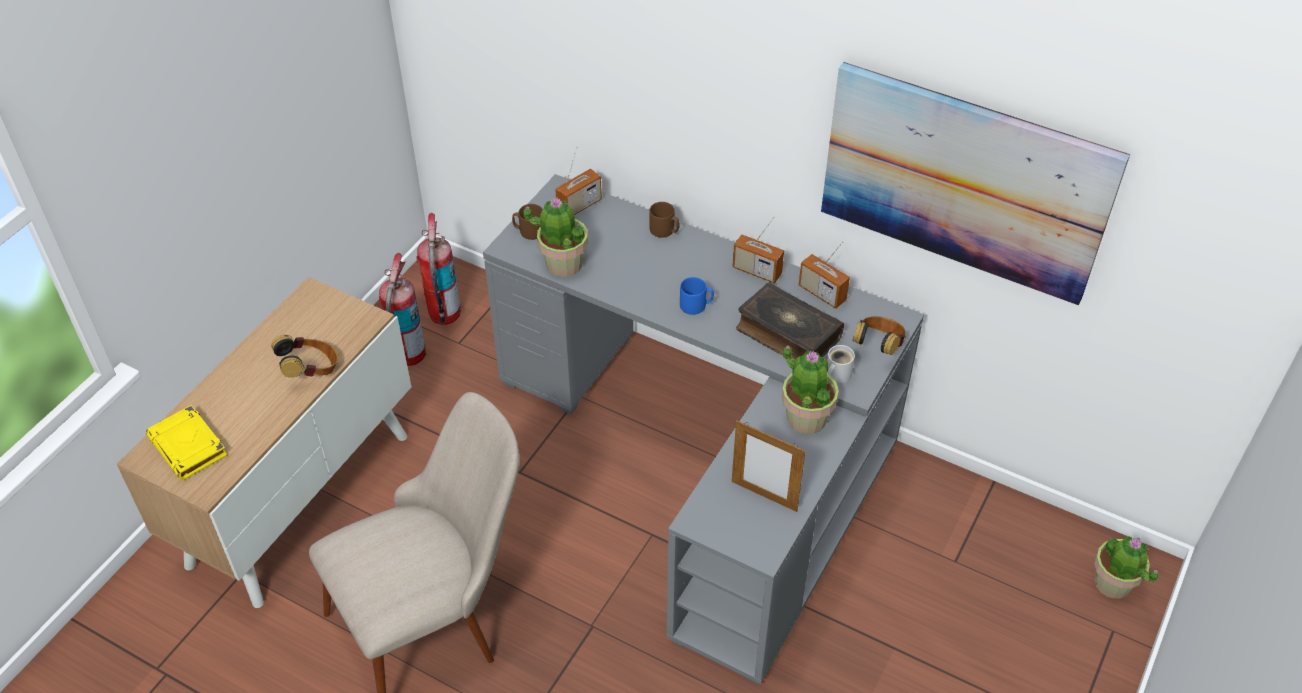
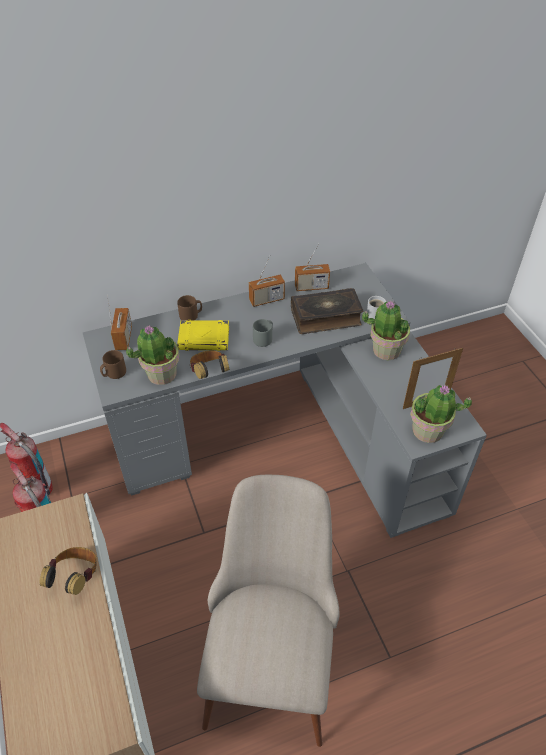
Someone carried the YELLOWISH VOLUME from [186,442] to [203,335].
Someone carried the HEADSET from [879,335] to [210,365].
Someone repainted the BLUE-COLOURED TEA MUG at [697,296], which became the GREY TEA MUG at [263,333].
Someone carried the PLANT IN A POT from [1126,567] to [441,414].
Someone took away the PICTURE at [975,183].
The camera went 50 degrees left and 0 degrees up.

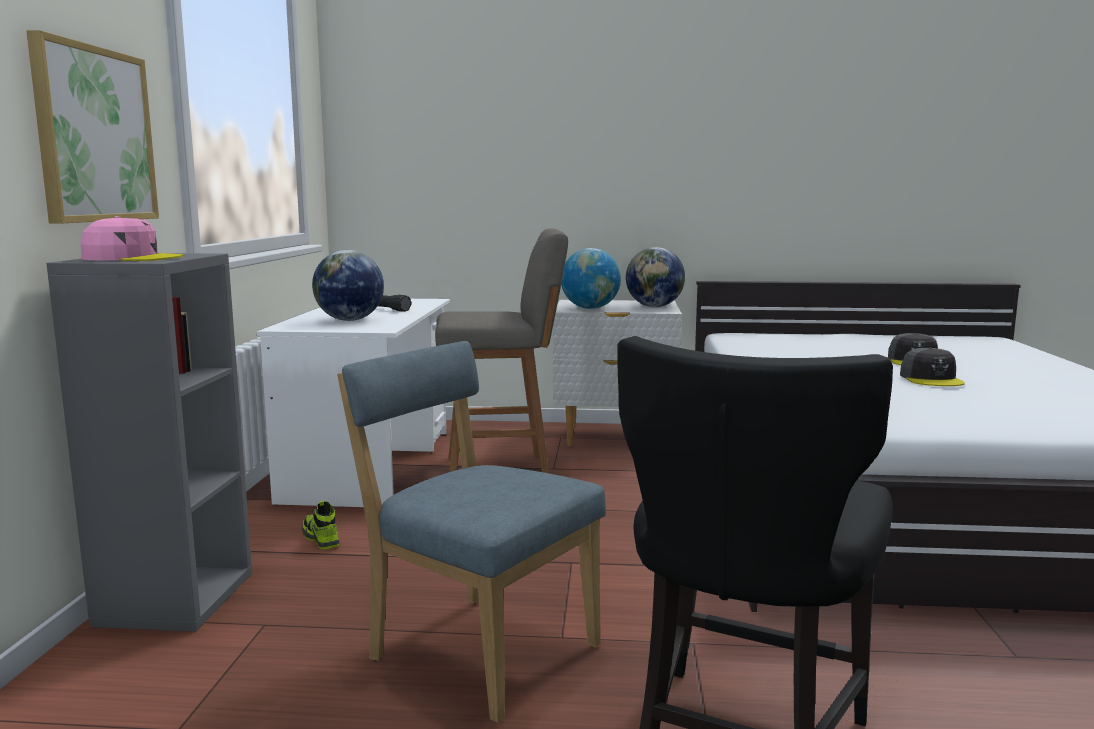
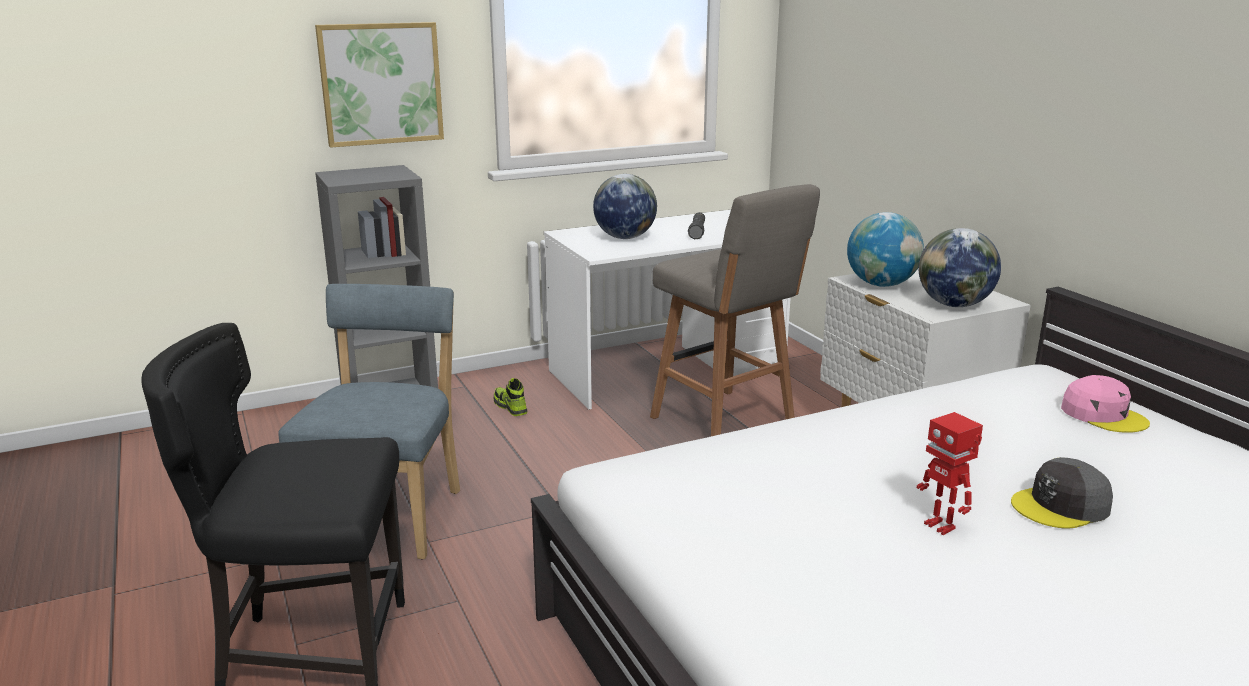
Someone rotated the LOW SHOE at [320,525] by 60 degrees counterclockwise.
Someone swapped the GREY PEAKED CAP at [932,366] for the ROBOT FIGURE at [950,473].
Someone carried the PINKISH PEAKED CAP from [132,238] to [1105,404].
The camera went 60 degrees right and 10 degrees up.

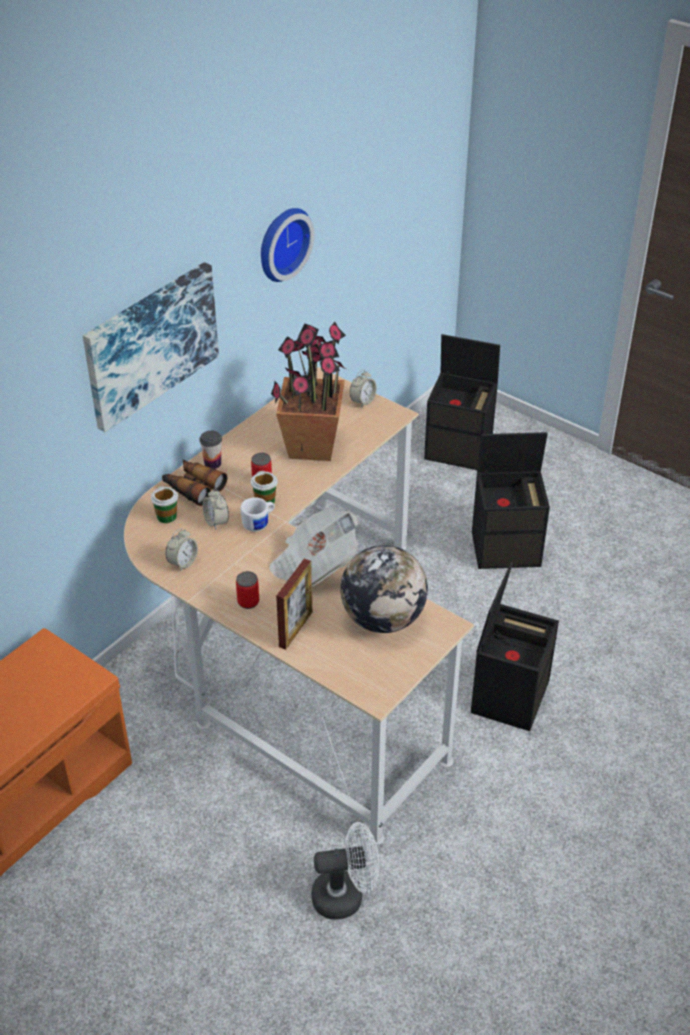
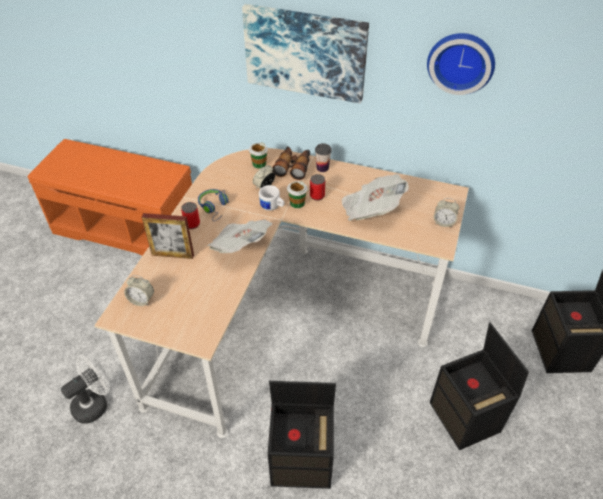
Someone rotated the WHITE-COLOURED ELECTRIC FAN at [345,870] by 105 degrees counterclockwise.
Someone carried the TABLE CLOCK from [182,549] to [139,290].
Someone put down the BLUE-COLOURED HEADSET at [213,205].
Someone swapped the PLANT IN A POT at [308,391] for the DAILY PAPER at [375,197].
Someone took away the WORLD GLOBE at [384,589].
The camera went 70 degrees right and 5 degrees up.

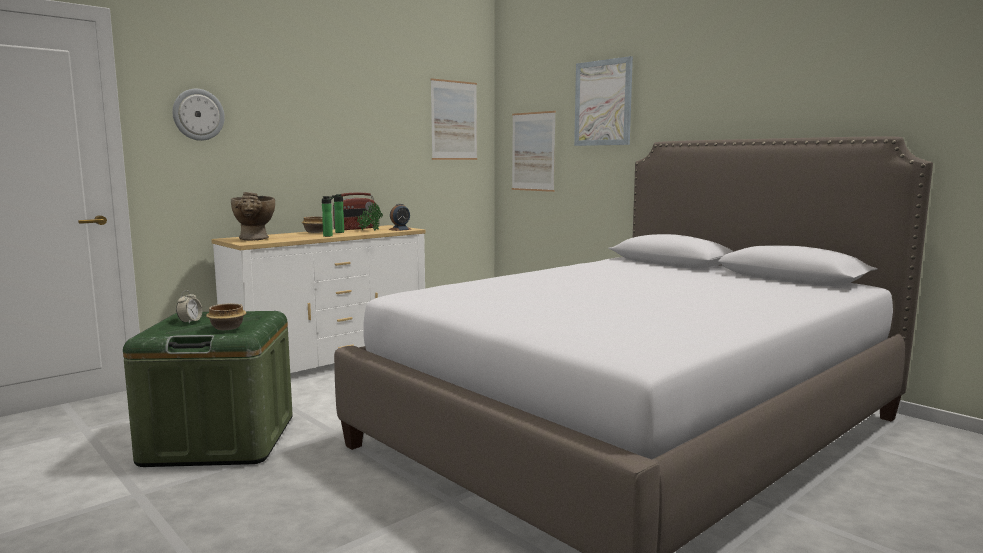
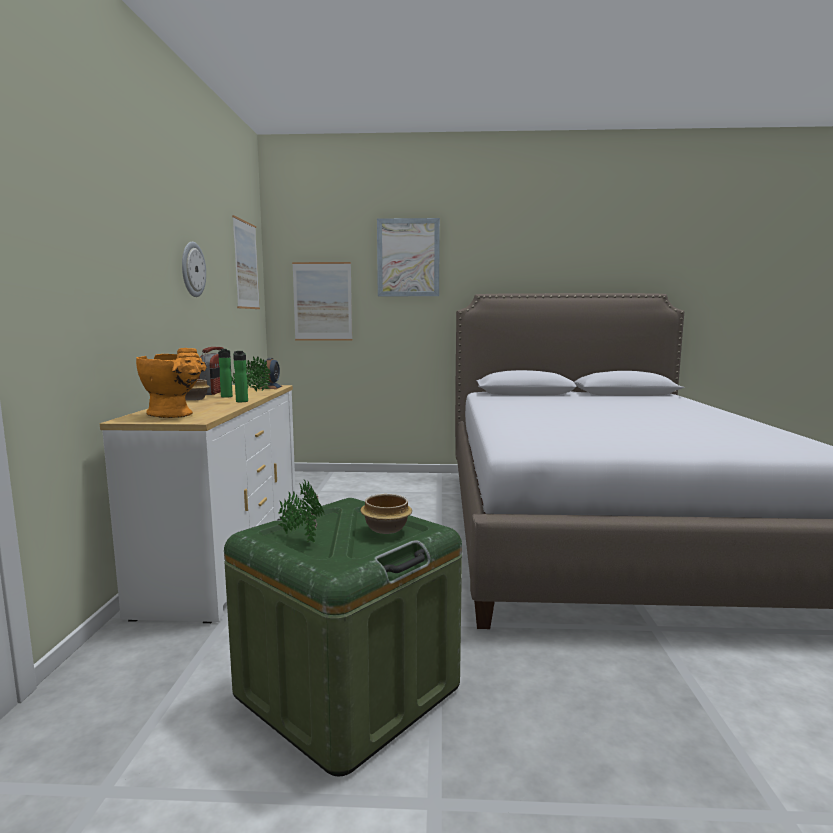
Someone repainted the SAND-COLOURED FLOWER VASE at [253,216], which became the ORANGE-COLOURED FLOWER VASE at [171,383].
Someone carried the CLOCK ON THE WALL from [198,115] to [194,269].
Someone swapped the TABLE CLOCK at [189,307] for the PLANT IN A POT at [301,511].
The camera went 45 degrees left and 0 degrees up.

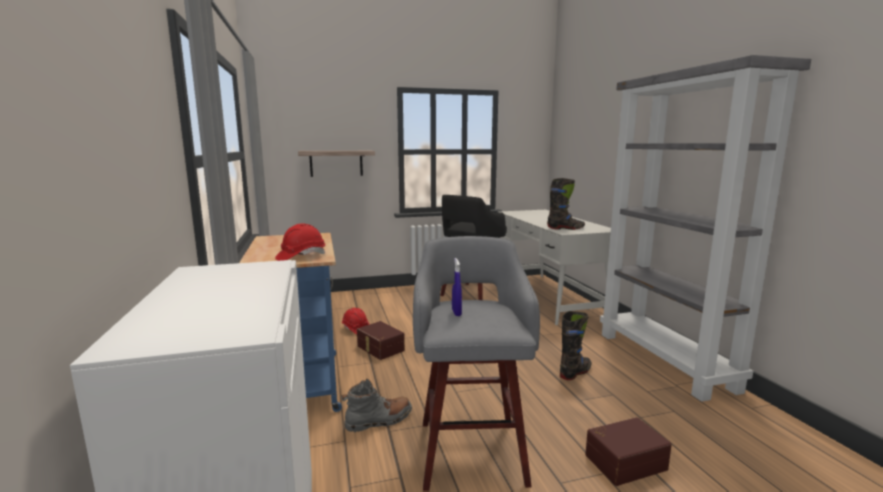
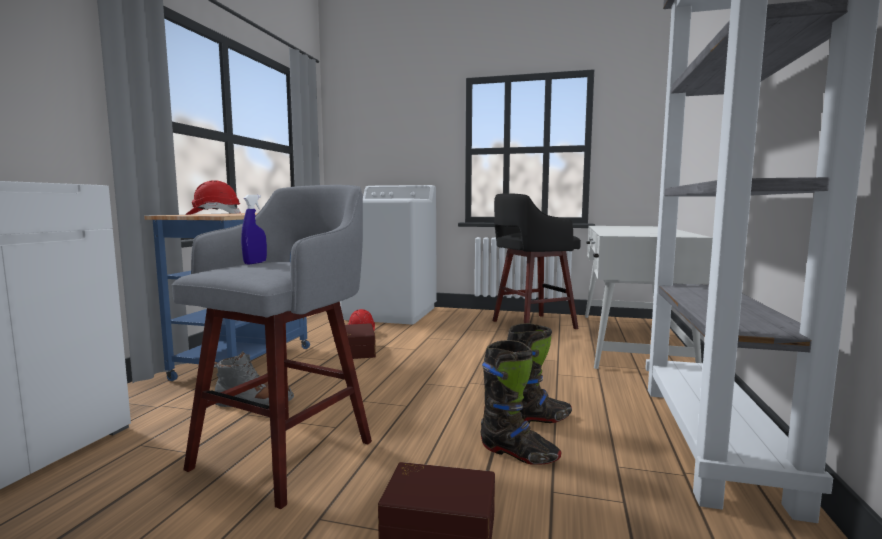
Someone put down the WHITE-COLOURED LAUNDRY MACHINE at [388,254].
Someone carried the BLACK-COLOURED HIGH-TOP BOOT from [566,204] to [520,402].
Someone took away the SHELF at [336,164].
The camera went 30 degrees right and 5 degrees down.

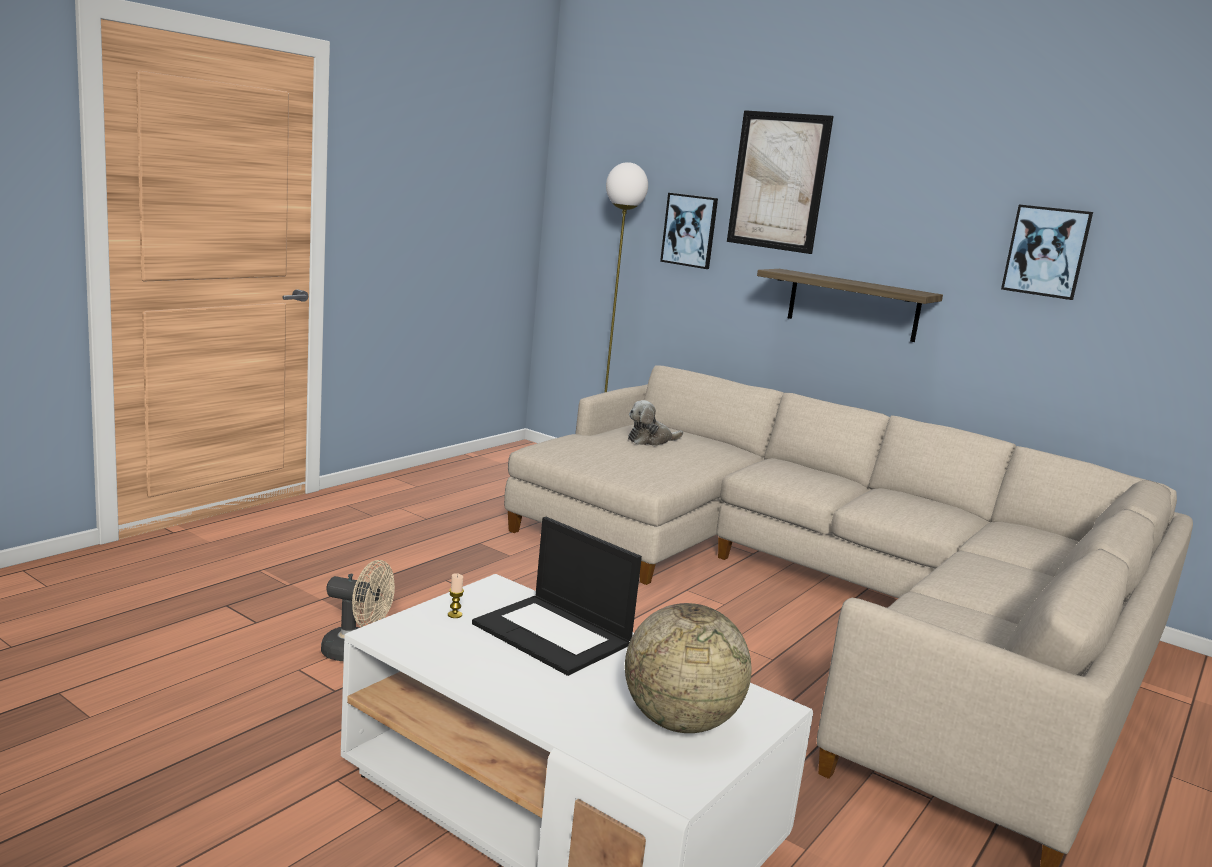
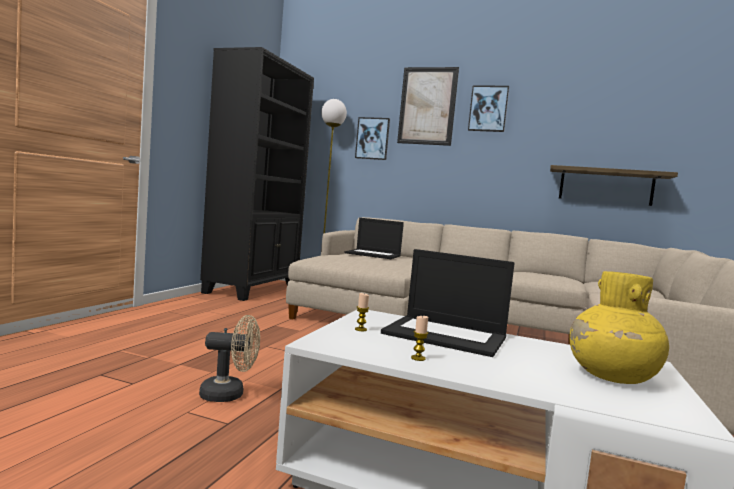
Someone put down the BLACK-COLOURED BOOKSHELF at [257,174].
Someone swapped the CUDDLY TOY at [655,423] for the PORTABLE COMPUTER at [374,238].
Someone put down the WAX CANDLE at [419,338].
Someone carried the PICTURE from [1047,252] to [488,108].
Someone carried the SHELF from [850,305] to [614,185].
Someone swapped the WORLD GLOBE at [688,668] for the YELLOWISH FLOWER VASE at [619,327].
The camera went 15 degrees left and 10 degrees down.

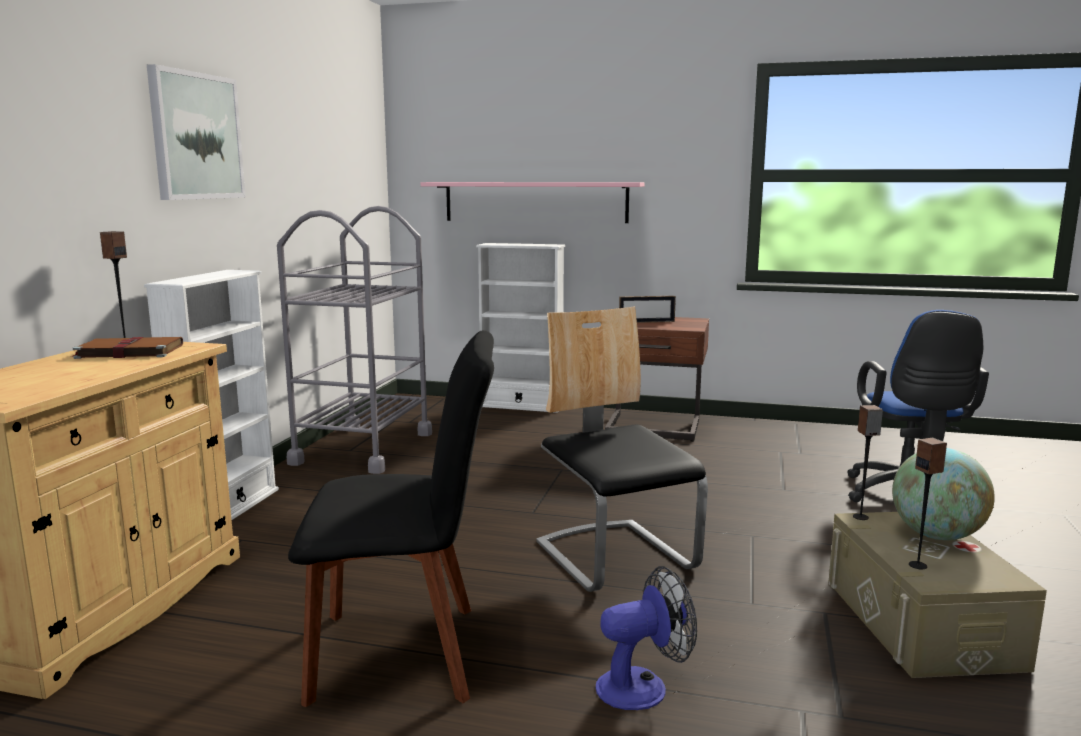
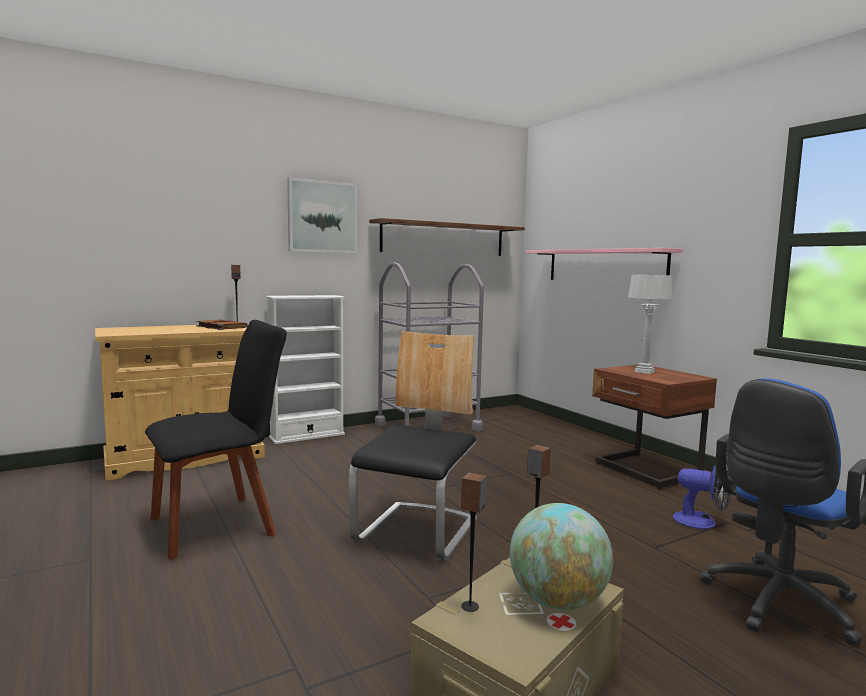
Someone rotated the BLACK-COLOURED UPRIGHT CHAIR at [391,518] by 75 degrees counterclockwise.
Someone put up the BROWN-COLOURED SHELF at [447,237].
Someone swapped the PHOTO FRAME at [647,309] for the GREY TABLETOP LAMP at [650,324].
Someone carried the ELECTRIC FAN from [646,638] to [702,496].
Someone took away the WHITE-COLOURED BOOKSHELF at [520,328].
The camera went 45 degrees right and 5 degrees down.

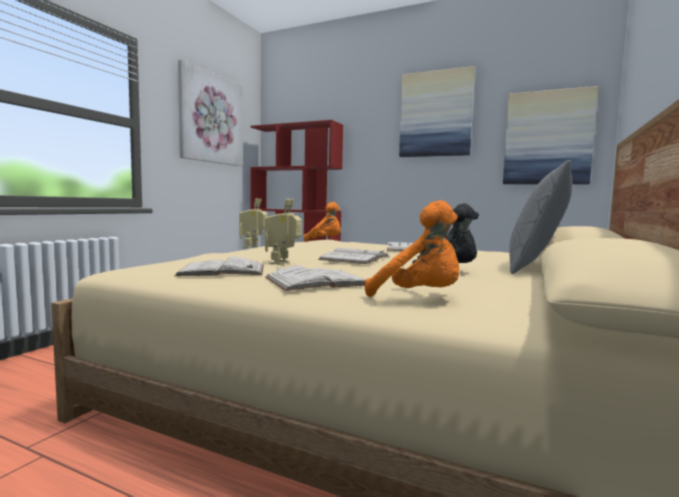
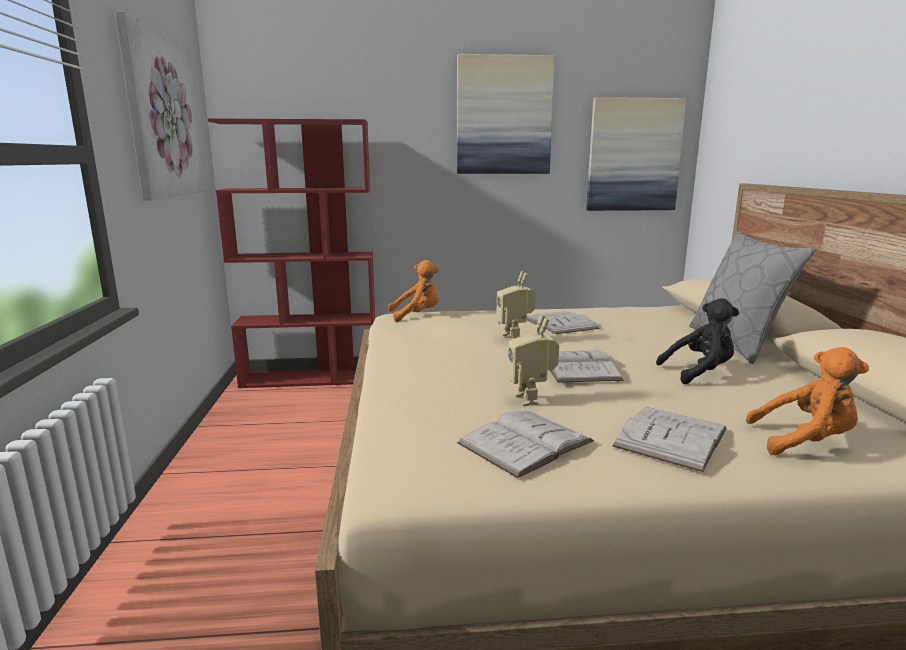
Someone carried the ROBOT FIGURE from [253,223] to [516,306].
The camera went 30 degrees left and 10 degrees up.

